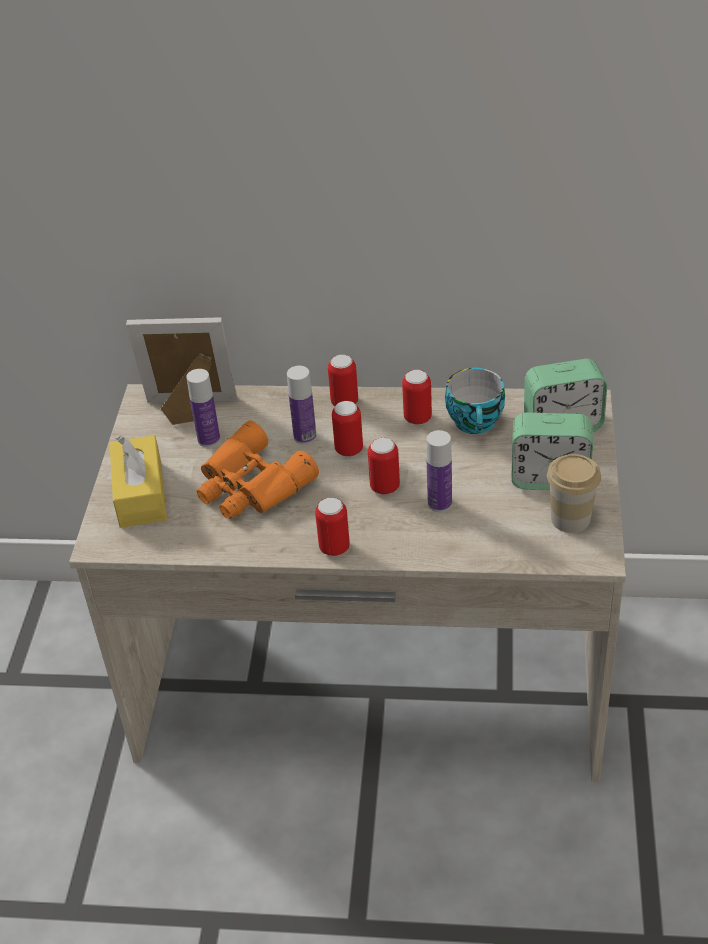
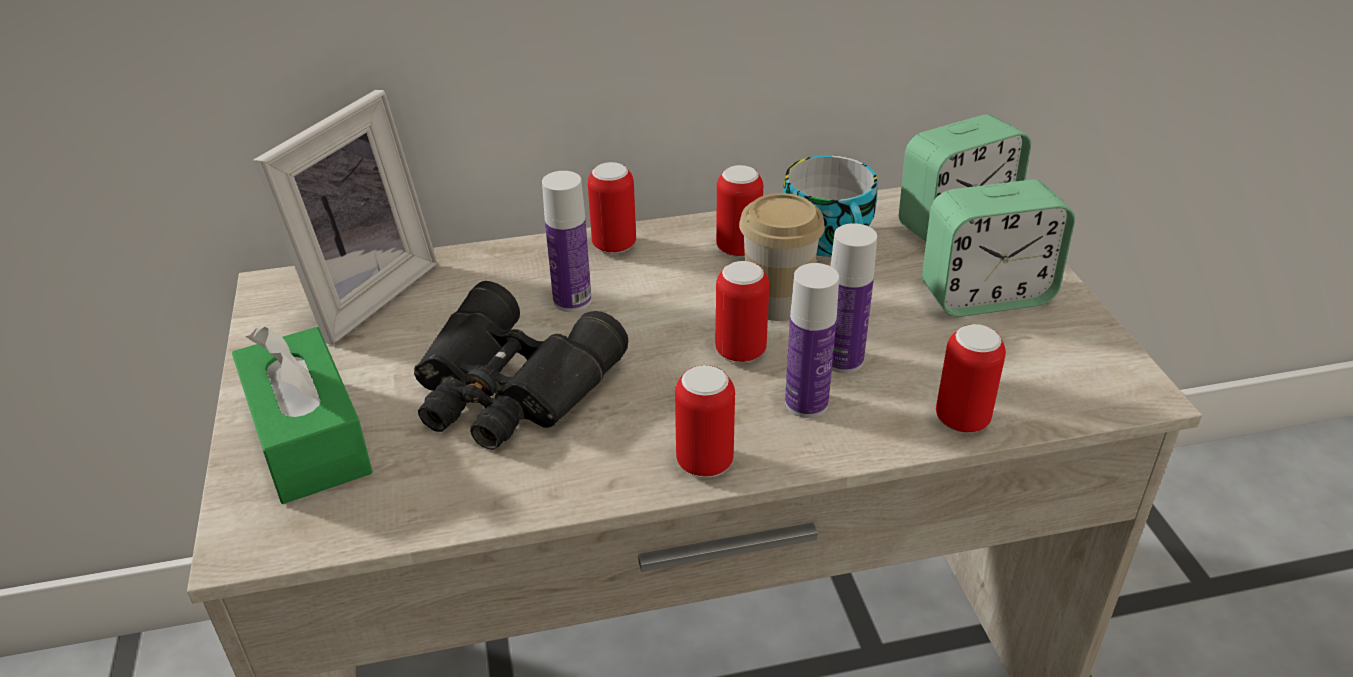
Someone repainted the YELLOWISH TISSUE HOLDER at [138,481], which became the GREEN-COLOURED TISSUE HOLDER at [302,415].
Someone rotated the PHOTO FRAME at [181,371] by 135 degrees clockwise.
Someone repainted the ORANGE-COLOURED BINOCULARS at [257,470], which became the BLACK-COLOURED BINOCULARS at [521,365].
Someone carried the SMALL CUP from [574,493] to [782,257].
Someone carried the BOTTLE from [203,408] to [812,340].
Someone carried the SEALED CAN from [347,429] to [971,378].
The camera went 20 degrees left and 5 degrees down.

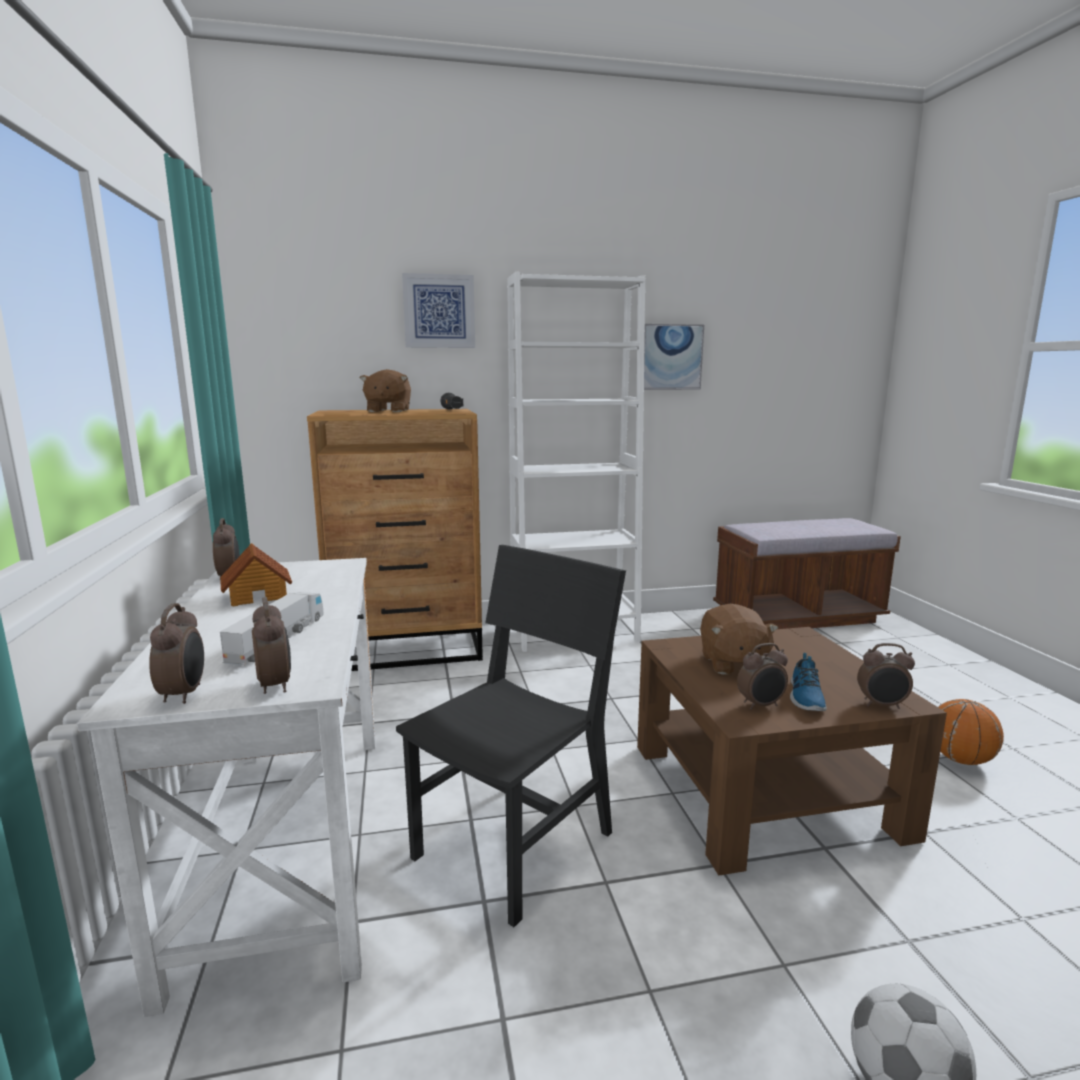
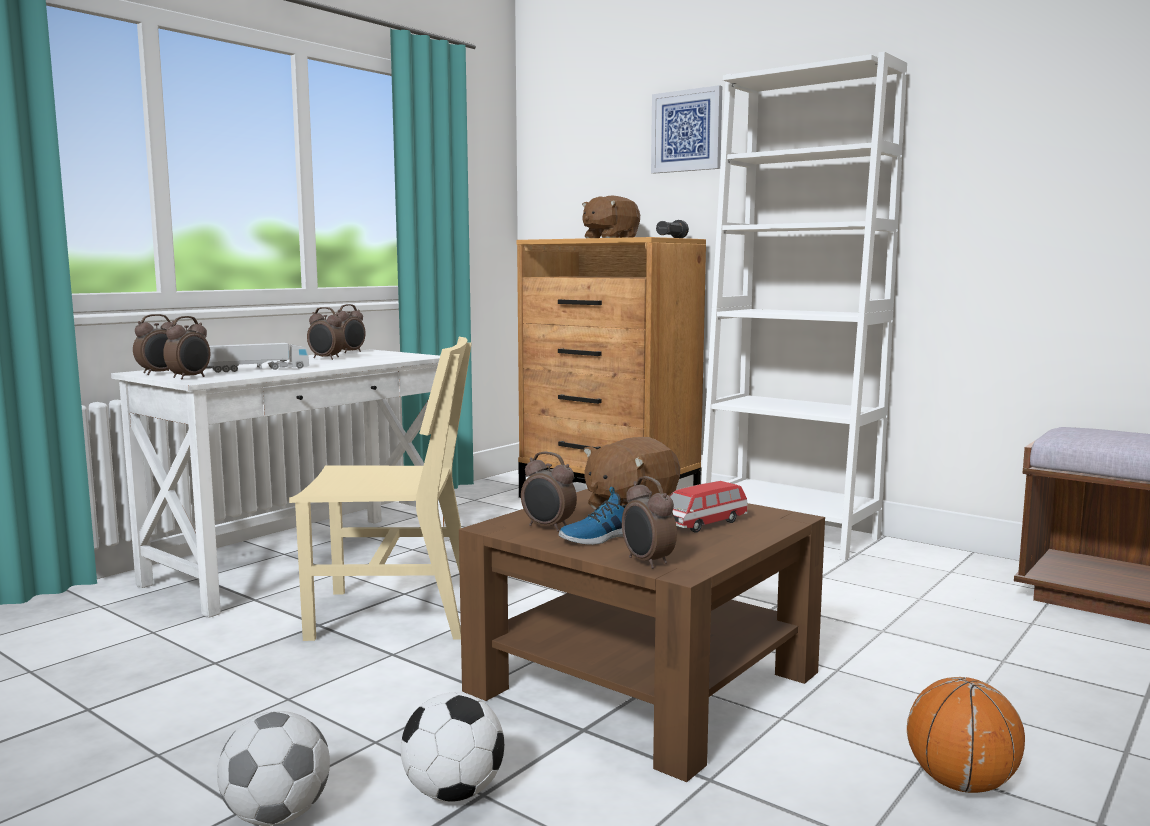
Someone repainted the BLACK-COLOURED UPRIGHT CHAIR at [511,736], which became the SAND-COLOURED UPRIGHT CHAIR at [380,489].
Someone swapped the MINIATURE HOUSE at [256,575] for the TABLE CLOCK at [326,333].
Someone put down the BALL FOR FOOTBALL at [452,747].
Someone put down the MINIATURE CAR at [708,507].
Someone took away the PICTURE at [674,357].
The camera went 50 degrees right and 5 degrees down.

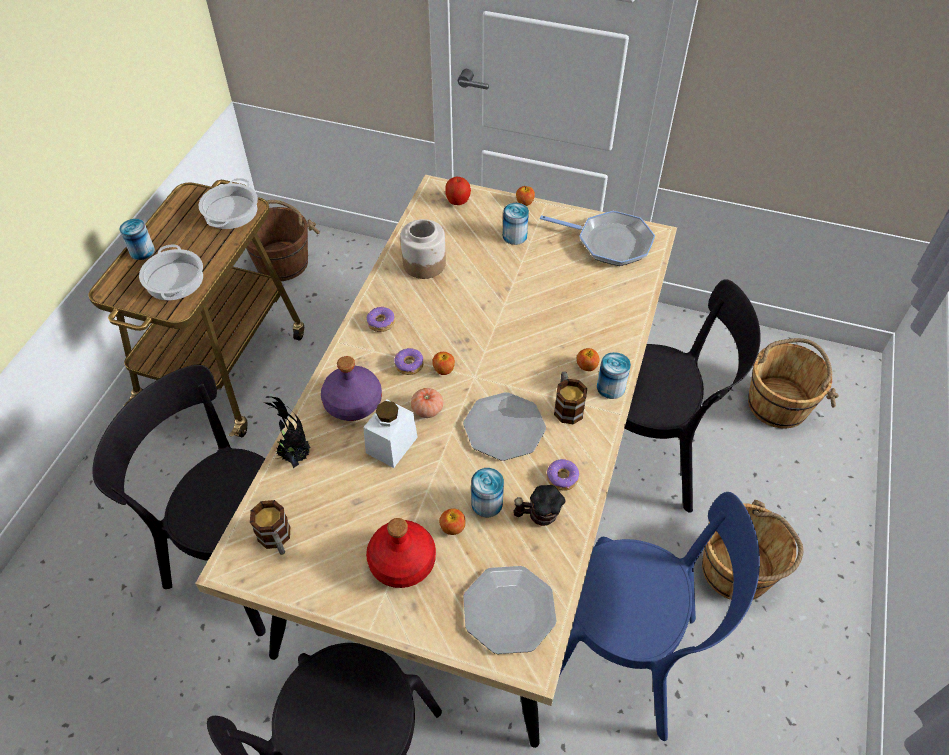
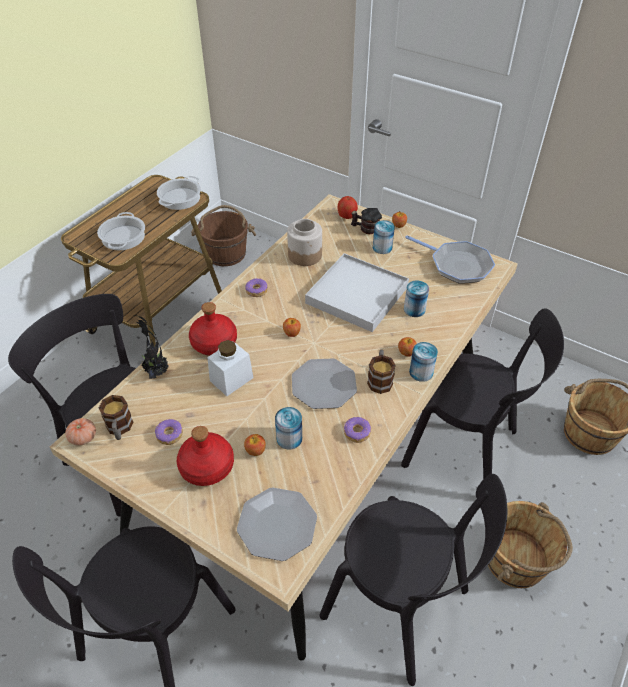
Someone carried the WHOLE TOMATO from [427,403] to [80,432].
Someone carried the DONUT from [409,361] to [169,432].
Someone repainted the PURPLE-COLOURED BOTTLE at [351,388], which became the RED-COLOURED BOTTLE at [213,329].
Someone put down the WHITE-COLOURED SERVING TRAY at [357,292].
Someone repainted the BLUE-COLOURED UPRIGHT CHAIR at [659,616], which became the BLACK-COLOURED UPRIGHT CHAIR at [413,580].
Someone carried the TEA MUG from [539,505] to [366,221].
Someone carried the SEALED CAN from [137,239] to [416,299].
The camera went 15 degrees right and 5 degrees down.

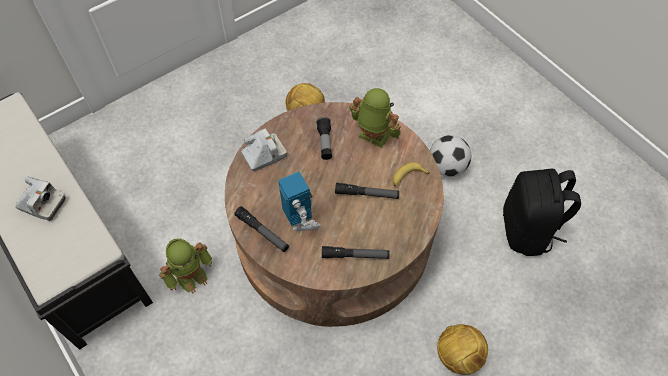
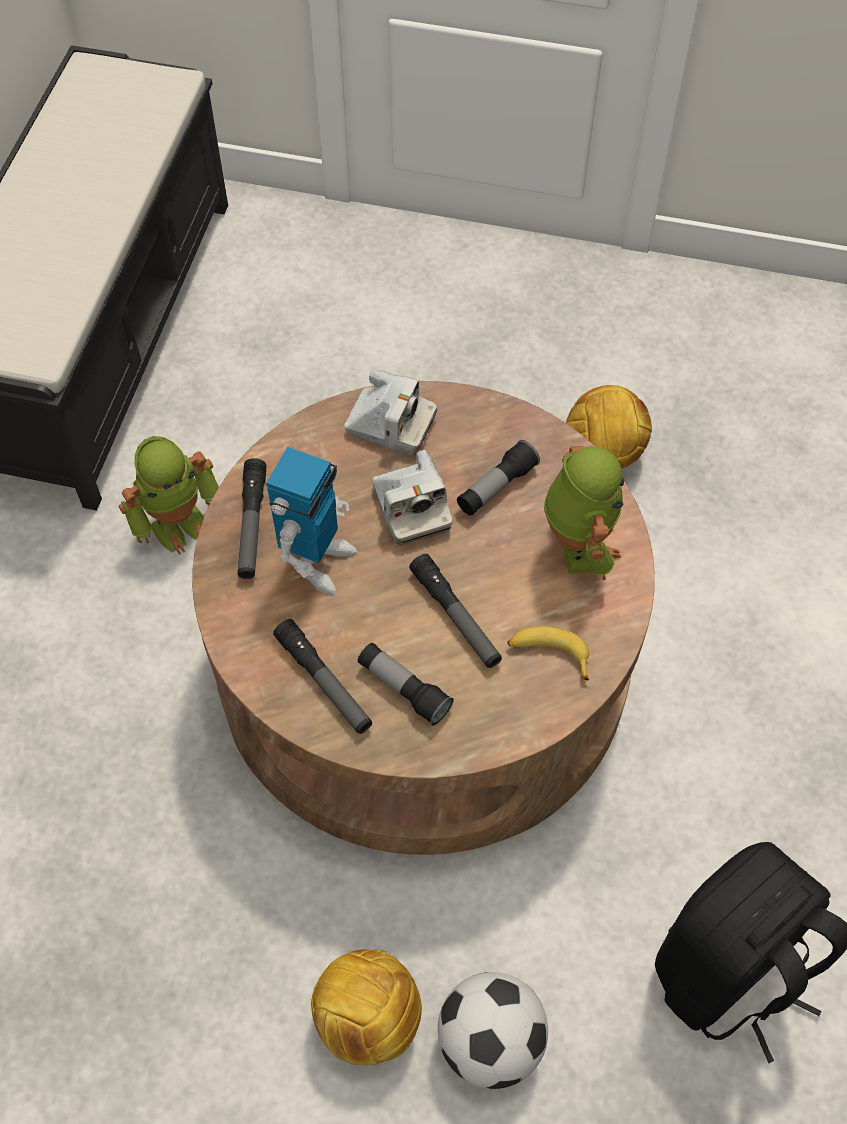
Someone rotated the ROBOT FIGURE at [185,266] by 45 degrees counterclockwise.
Someone put down the FLASHLIGHT at [406,684].
Someone carried the STILL CAMERA from [40,198] to [412,498].
Someone carried the BALL FOR FOOTBALL from [450,156] to [493,1030].
The camera went 50 degrees right and 0 degrees up.

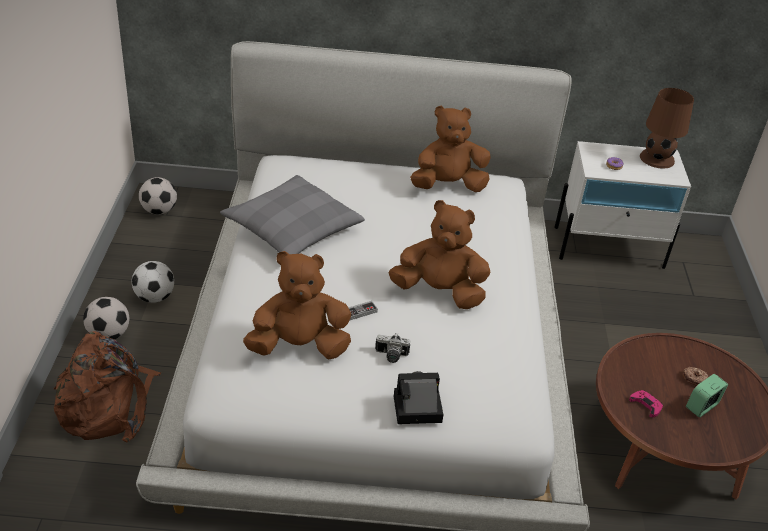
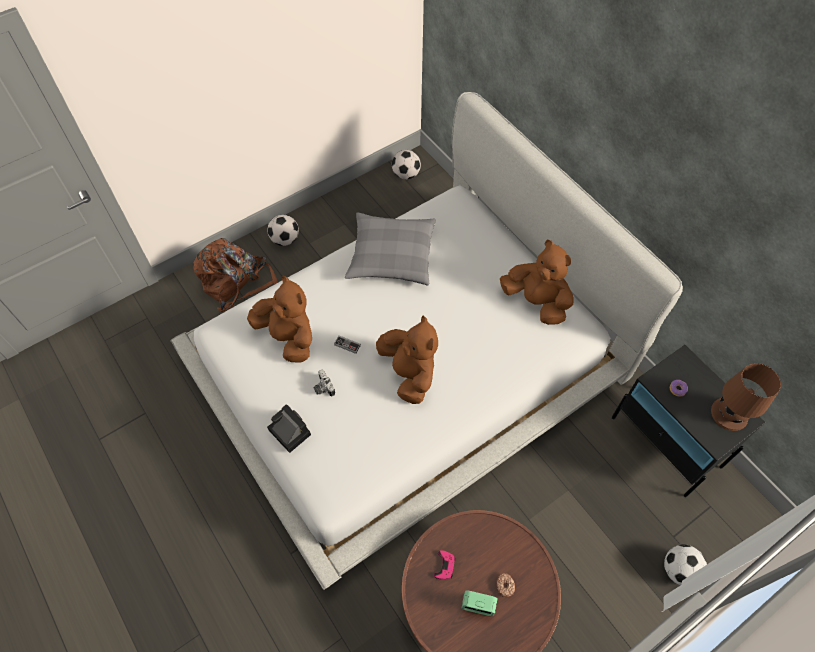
Someone repainted the WHITE-COLOURED NIGHTSTAND at [622,205], which became the BLACK-COLOURED NIGHTSTAND at [689,421].
Someone carried the BALL FOR FOOTBALL from [153,282] to [685,564].
The camera went 55 degrees right and 20 degrees up.

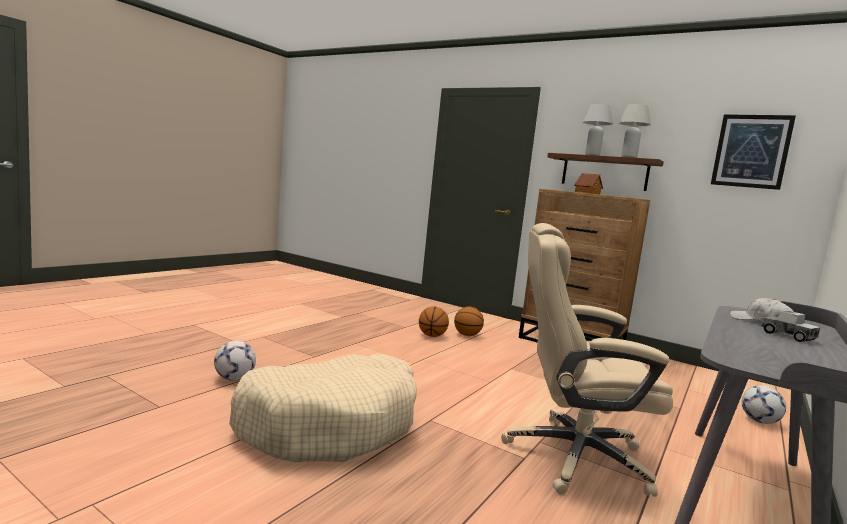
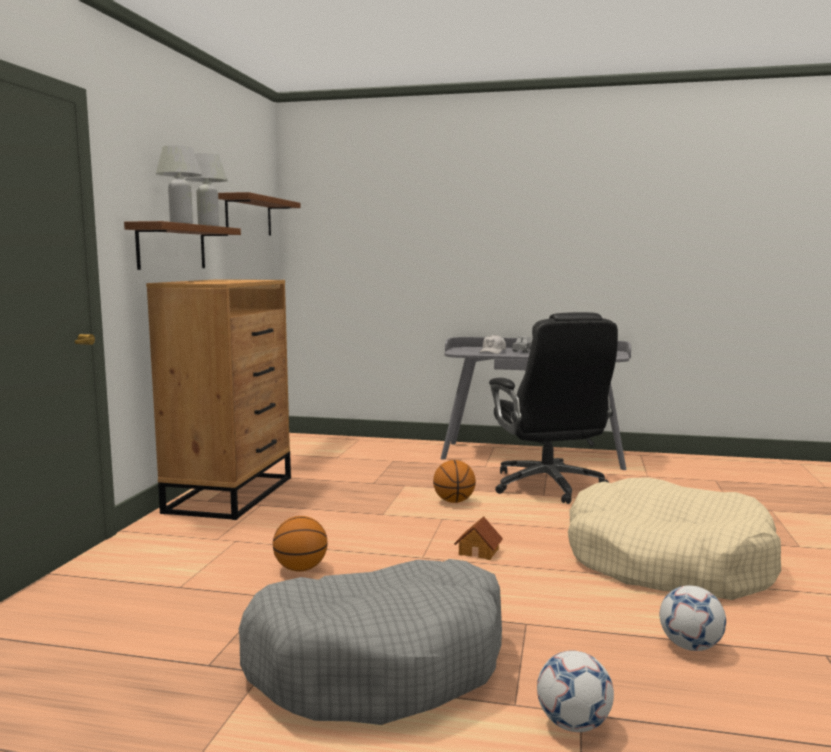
Someone swapped the PICTURE at [753,152] for the BROWN-COLOURED SHELF at [259,214].
Someone put down the GREY PET BED at [370,642].
Someone carried the BASKETBALL BALL from [469,321] to [454,481].
Someone carried the MINIATURE HOUSE from [588,183] to [478,538].
Someone repainted the SAND-COLOURED COMPUTER CHAIR at [587,360], which became the BLACK-COLOURED COMPUTER CHAIR at [553,408].
Someone carried the BALL FOR FOOTBALL from [764,404] to [575,691].
The camera went 110 degrees left and 0 degrees up.

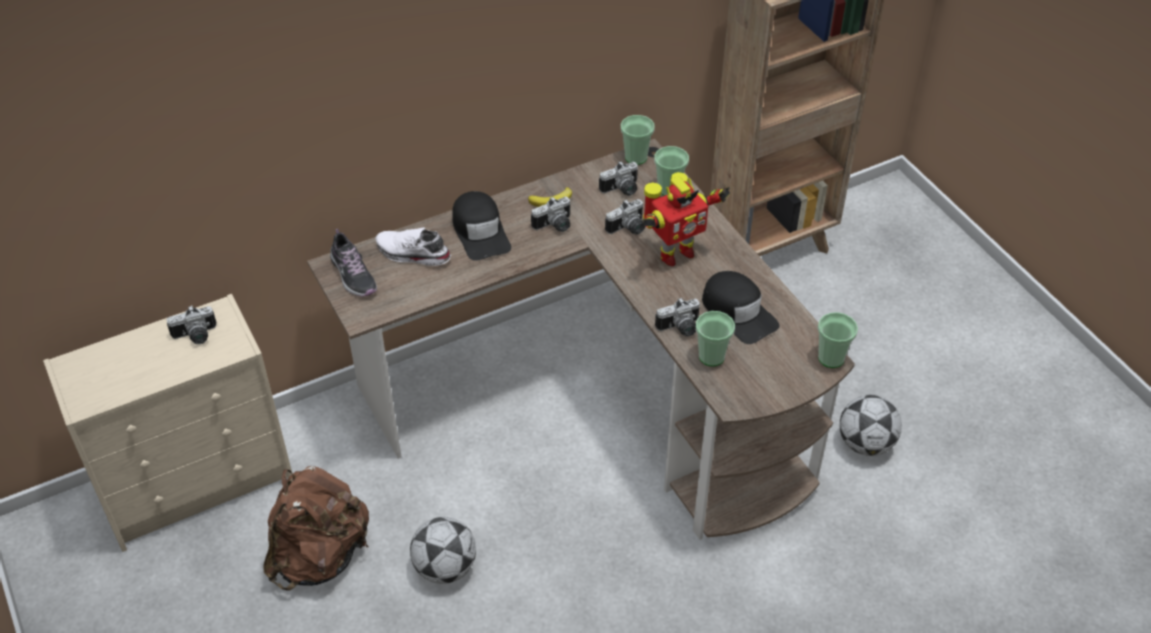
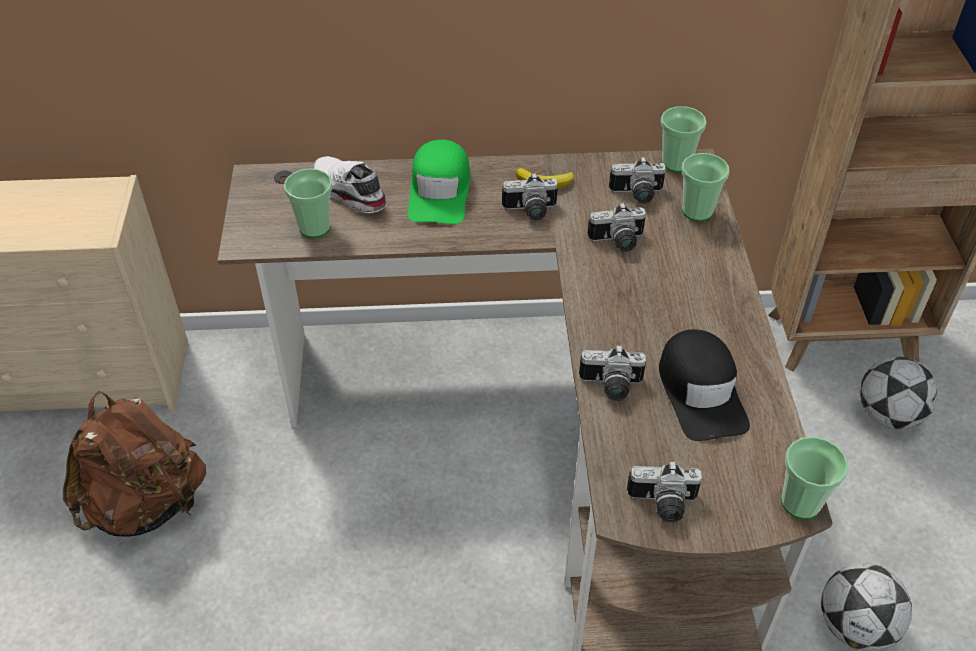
Someone carried the SMALL CUP from [715,339] to [308,203].
Someone repainted the BLACK-COLOURED PEAKED CAP at [481,226], which became the GREEN-COLOURED PEAKED CAP at [438,182].
Someone carried the STILL CAMERA from [191,324] to [664,491].
Someone carried the BALL FOR FOOTBALL from [443,550] to [899,393].
Someone took away the LOW SHOE at [353,263].
Someone took away the ROBOT FIGURE at [686,219].
The camera went 25 degrees right and 0 degrees up.

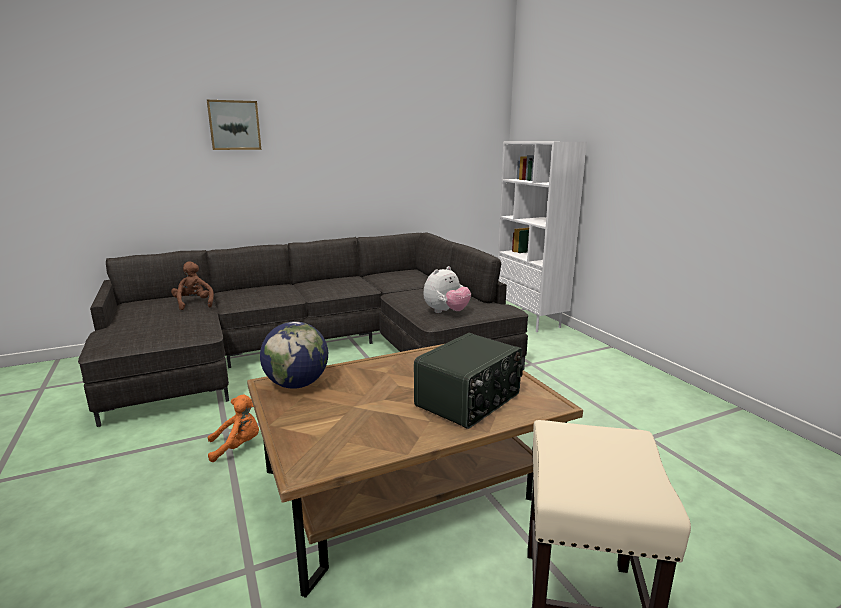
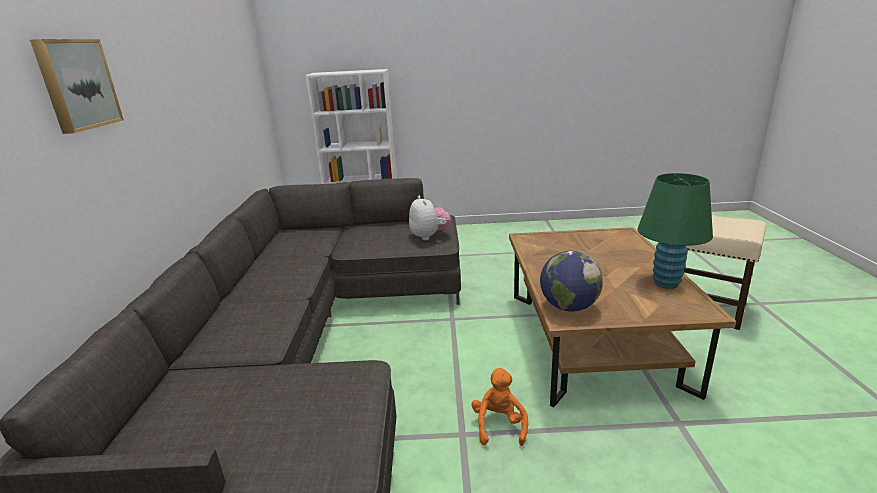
Someone put down the GREEN-COLOURED TABLETOP LAMP at [675,231].
Someone took away the BROWN-COLOURED CUDDLY TOY at [192,285].
Someone took away the RADIO at [468,381].
The camera went 65 degrees left and 5 degrees up.

